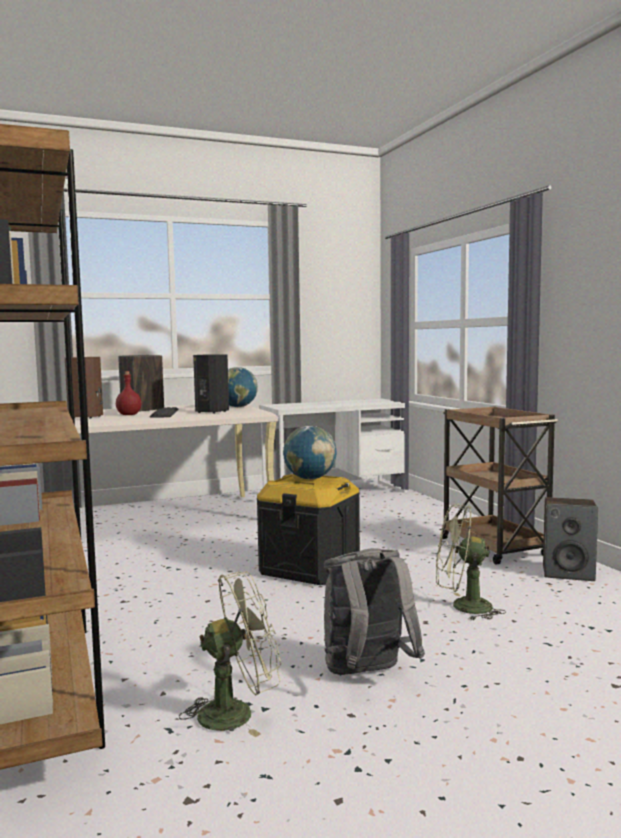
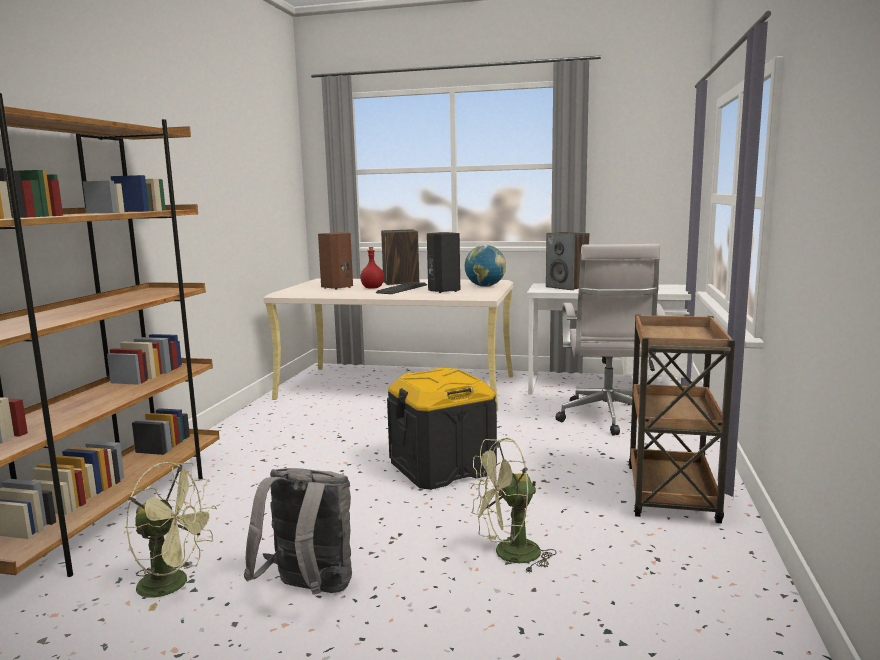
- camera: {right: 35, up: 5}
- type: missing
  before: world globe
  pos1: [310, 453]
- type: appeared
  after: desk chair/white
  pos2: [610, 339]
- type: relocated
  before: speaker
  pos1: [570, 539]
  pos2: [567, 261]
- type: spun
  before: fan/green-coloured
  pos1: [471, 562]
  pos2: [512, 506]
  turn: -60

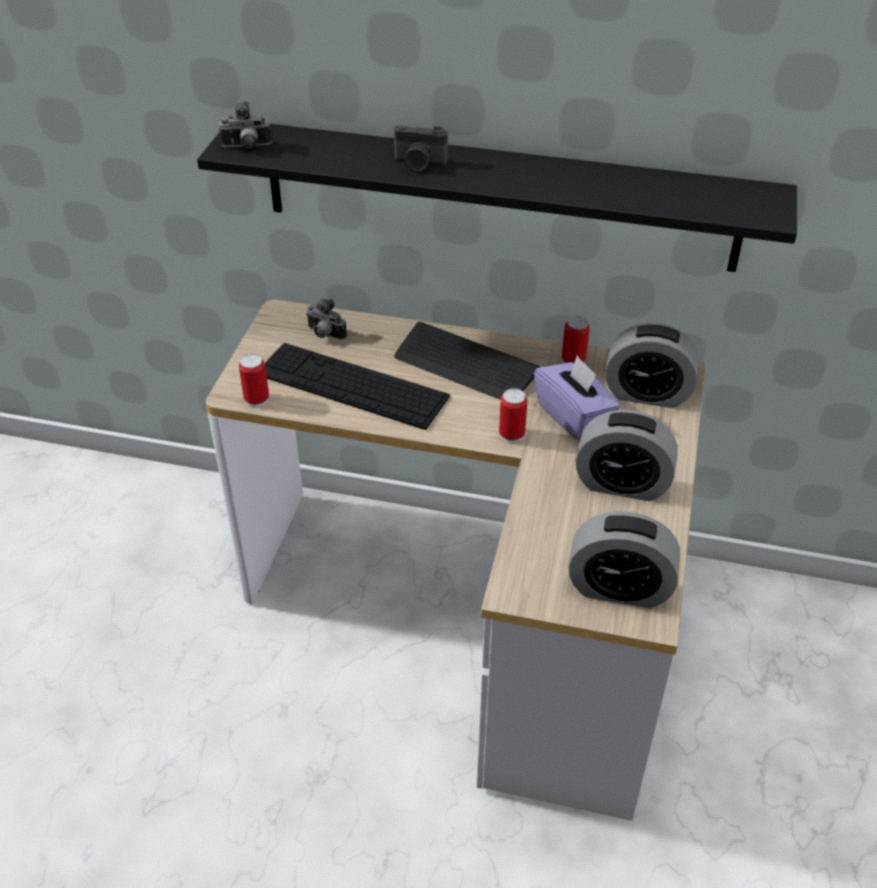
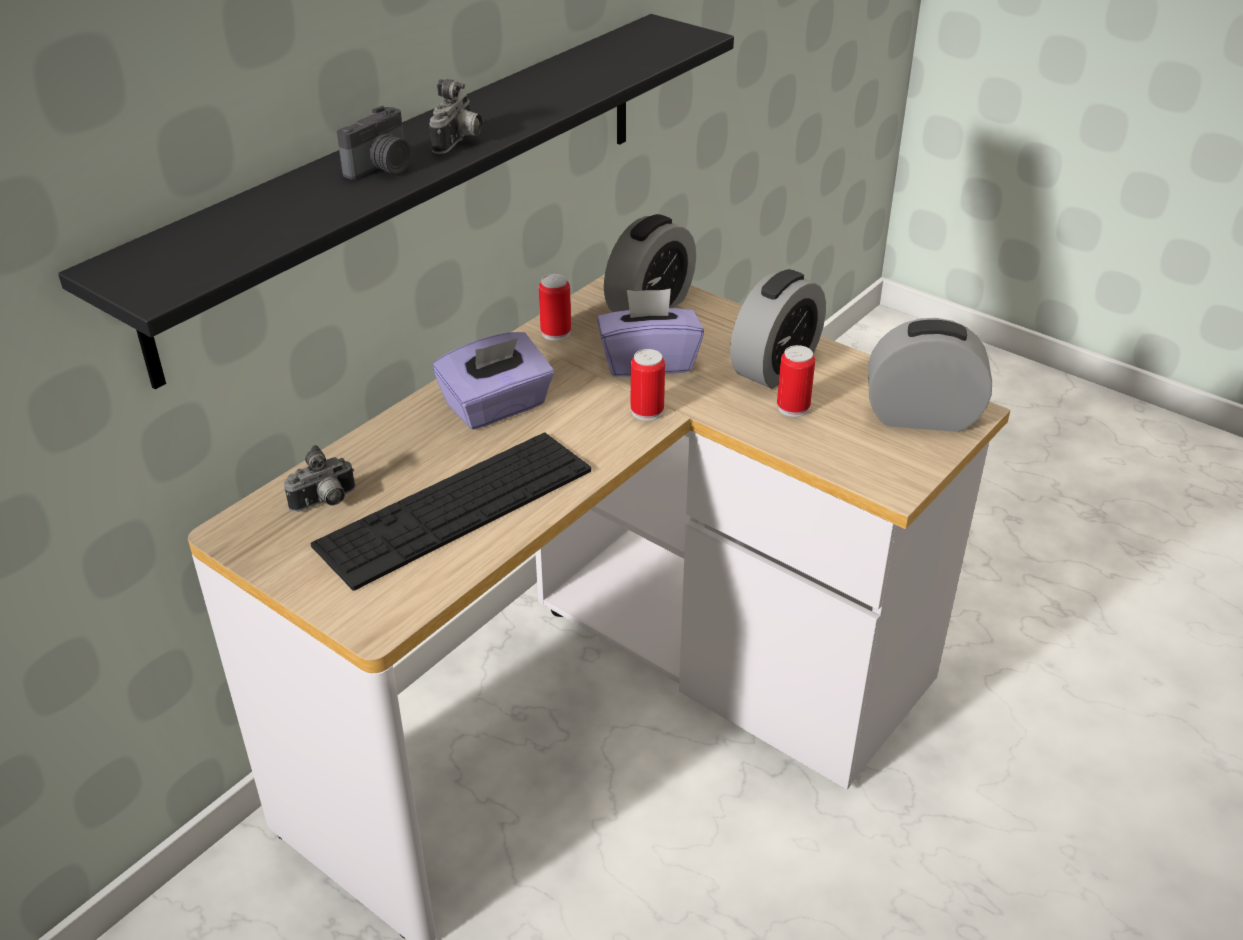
- camera: {right: -65, up: -5}
- type: relocated
  before: still camera
  pos1: [245, 124]
  pos2: [455, 116]
- type: relocated
  before: sealed can
  pos1: [254, 380]
  pos2: [796, 381]
- type: exchanged
  before: keyboard
  after: tissue holder/purple
  pos1: [467, 361]
  pos2: [493, 381]
- type: spun
  before: bedside clock
  pos1: [624, 559]
  pos2: [930, 375]
  turn: -120

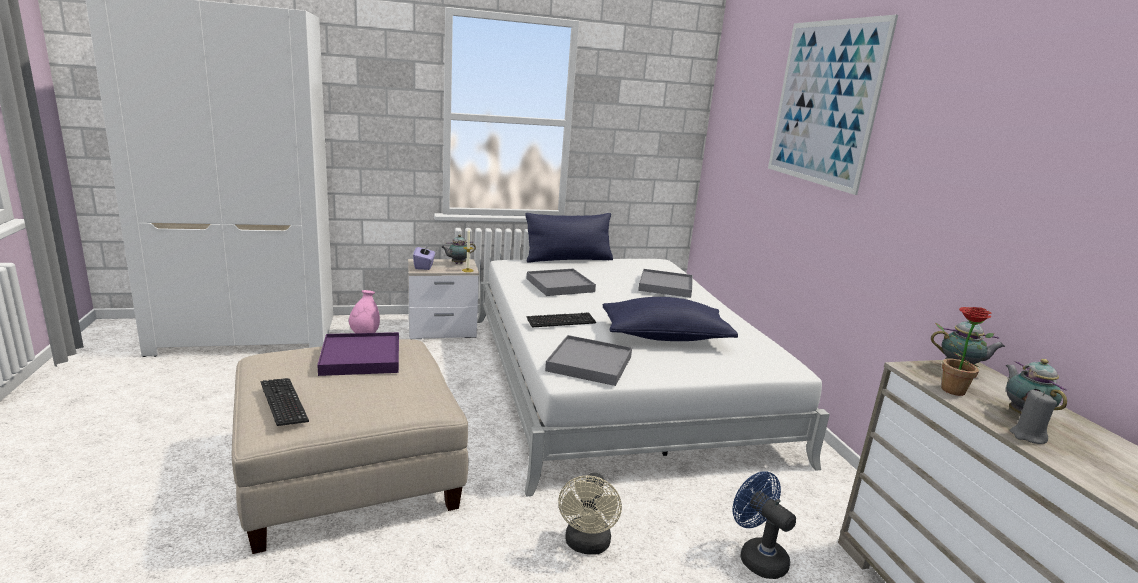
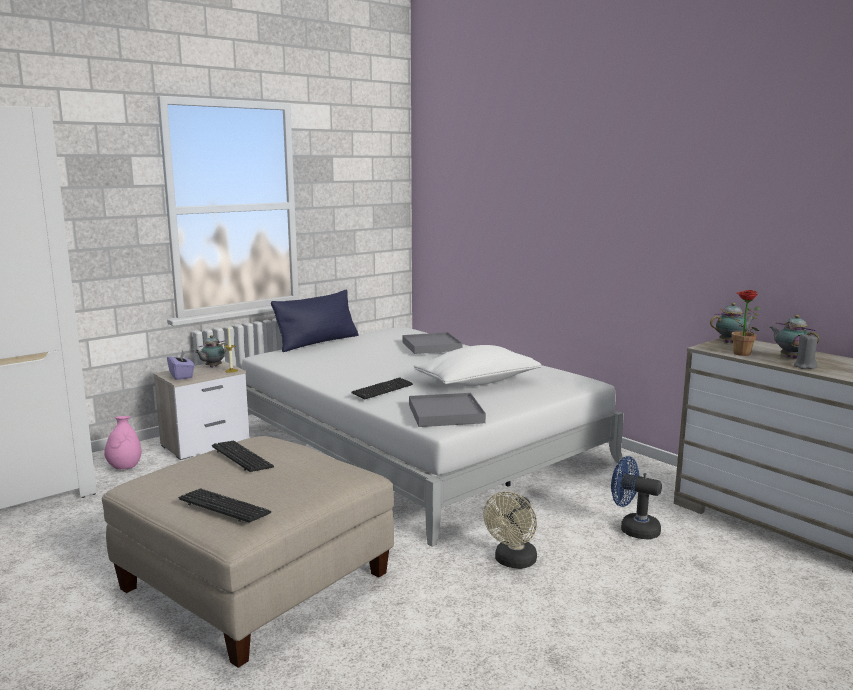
- camera: {right: -25, up: -5}
- type: missing
  before: carrying tray/greyish
  pos1: [561, 282]
- type: missing
  before: wall picture
  pos1: [833, 105]
- type: exchanged
  before: carrying tray/purple
  after: keyboard
  pos1: [358, 354]
  pos2: [243, 456]
- type: colour
  before: throw pillow/bluish
  after: throw pillow/white
  pos1: [670, 319]
  pos2: [477, 365]
- type: spun
  before: fan/beige-coloured
  pos1: [590, 513]
  pos2: [510, 530]
  turn: 45

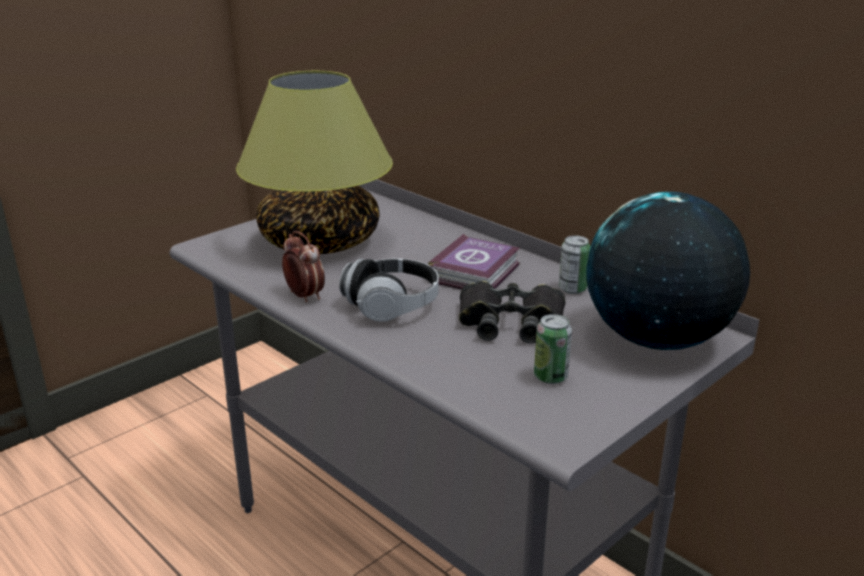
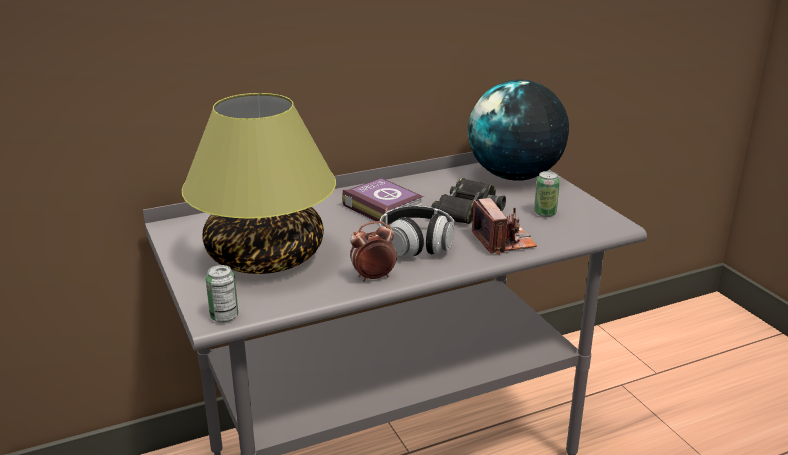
- camera: {right: -70, up: 0}
- type: appeared
  after: still camera
  pos2: [504, 226]
- type: relocated
  before: sealed can
  pos1: [575, 264]
  pos2: [222, 294]

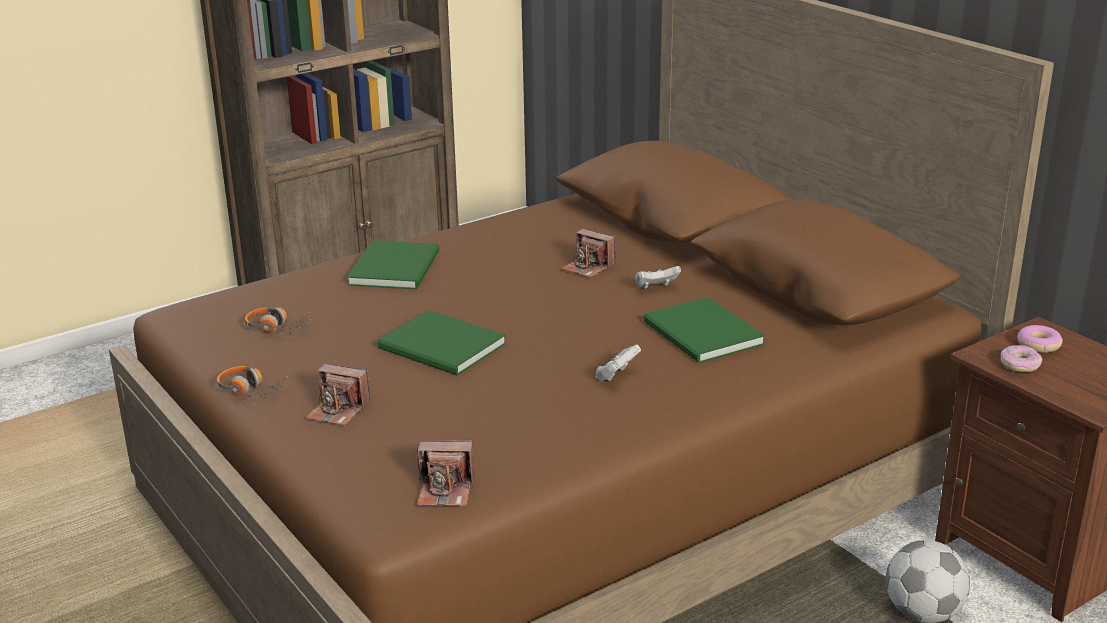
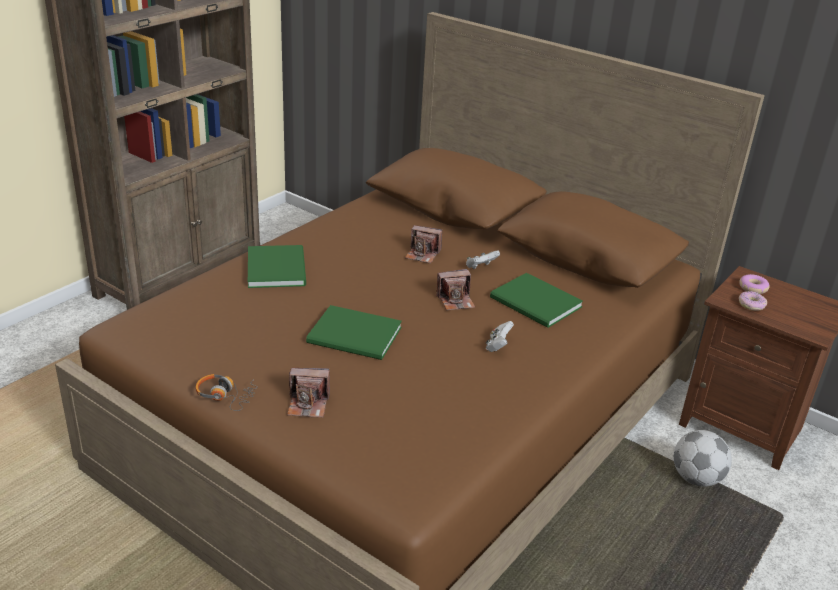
- camera: {right: -20, up: 5}
- type: missing
  before: headset
  pos1: [279, 322]
- type: relocated
  before: still camera
  pos1: [446, 473]
  pos2: [455, 289]

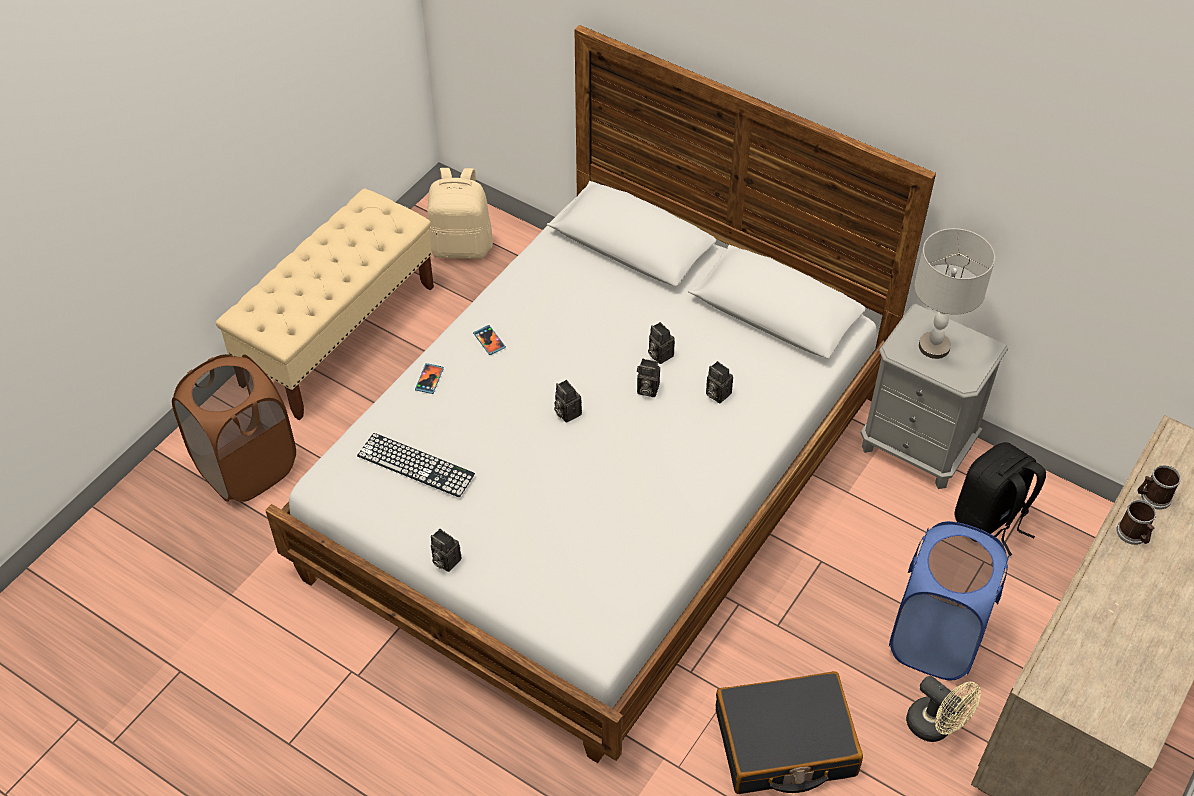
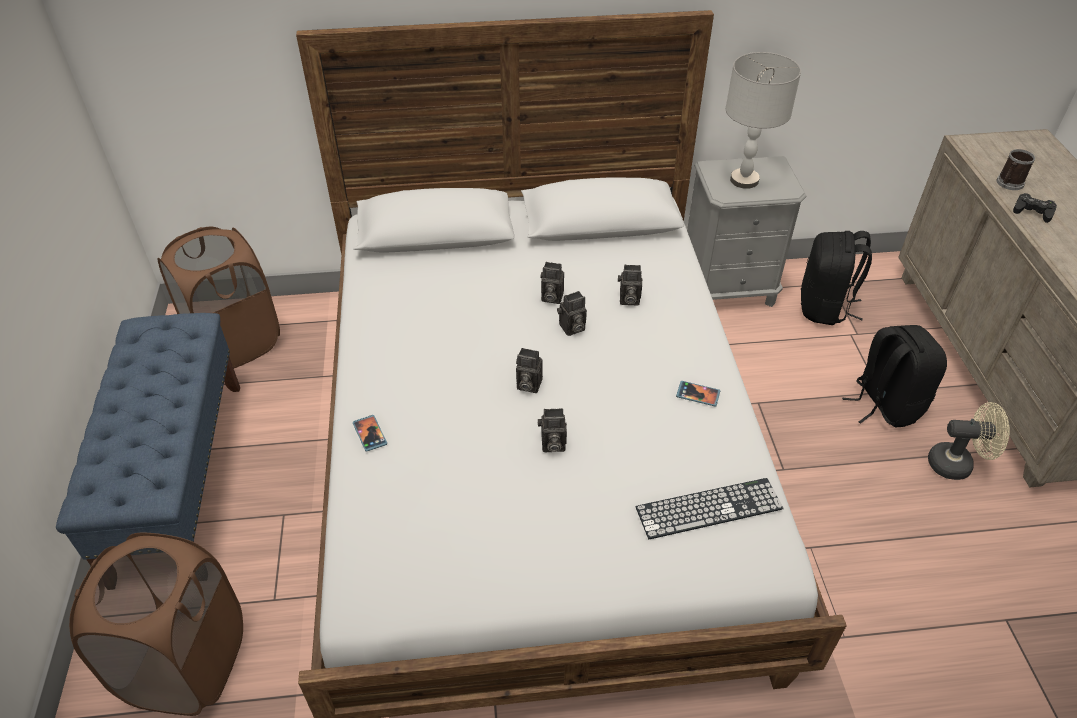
- camera: {right: -40, up: -5}
- type: missing
  before: suitcase/black-coloured
  pos1: [789, 732]
- type: relocated
  before: keyboard
  pos1: [416, 465]
  pos2: [710, 508]
- type: relocated
  before: still camera
  pos1: [446, 550]
  pos2: [552, 430]
- type: relocated
  before: handset
  pos1: [489, 340]
  pos2: [698, 393]
- type: exchanged
  before: knapsack/beige-coloured
  after: hamper/brown-coloured
  pos1: [460, 213]
  pos2: [219, 297]
- type: exchanged
  before: hamper/bluish
  after: knapsack/black-coloured
  pos1: [949, 600]
  pos2: [894, 376]
- type: exchanged
  before: coffee mug
  after: joypad/black-coloured
  pos1: [1136, 522]
  pos2: [1035, 208]
- type: colour
  before: bench/beige-coloured
  after: bench/bluish
  pos1: [325, 304]
  pos2: [148, 439]

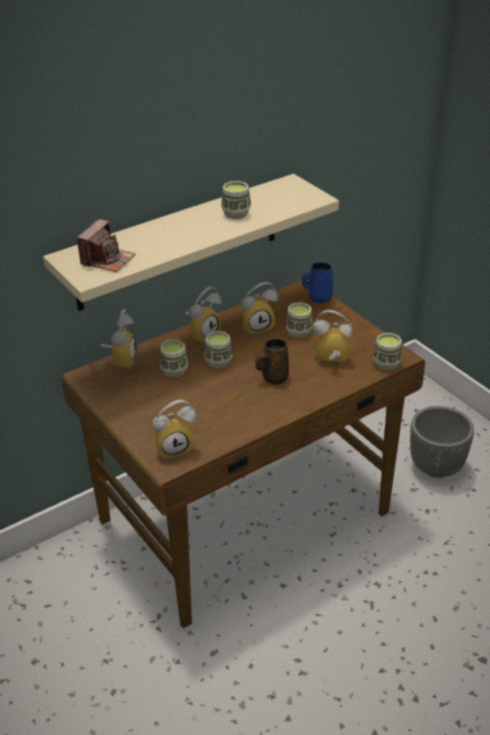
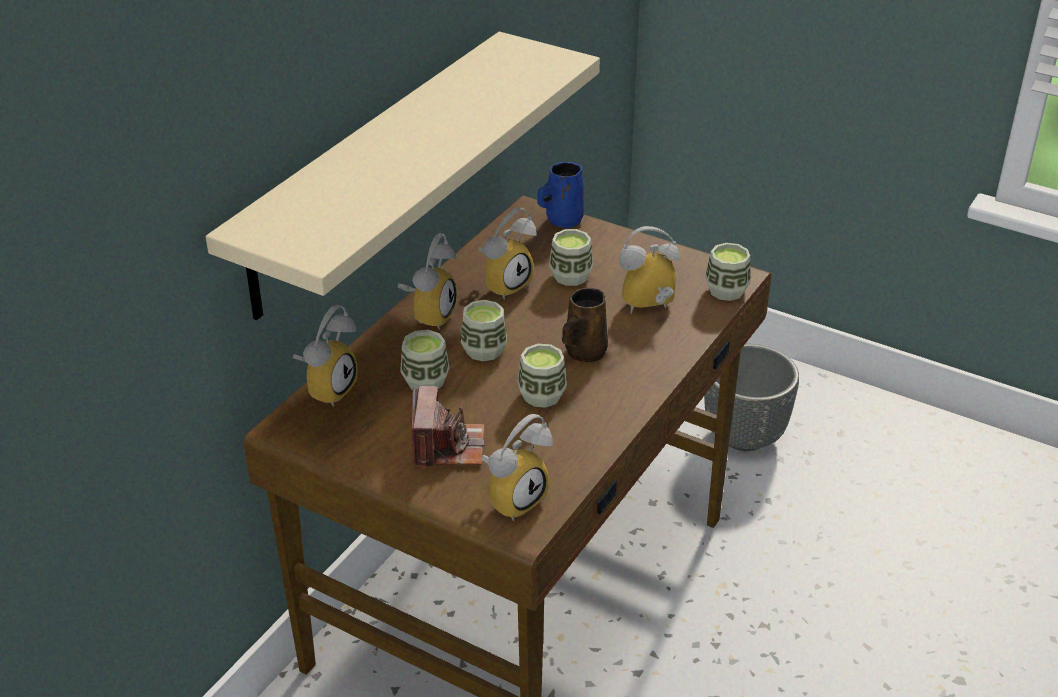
- camera: {right: -25, up: 0}
- type: relocated
  before: still camera
  pos1: [106, 245]
  pos2: [448, 427]
- type: relocated
  before: cup
  pos1: [236, 200]
  pos2: [542, 376]
- type: spun
  before: bedside clock
  pos1: [118, 339]
  pos2: [325, 356]
  turn: 45

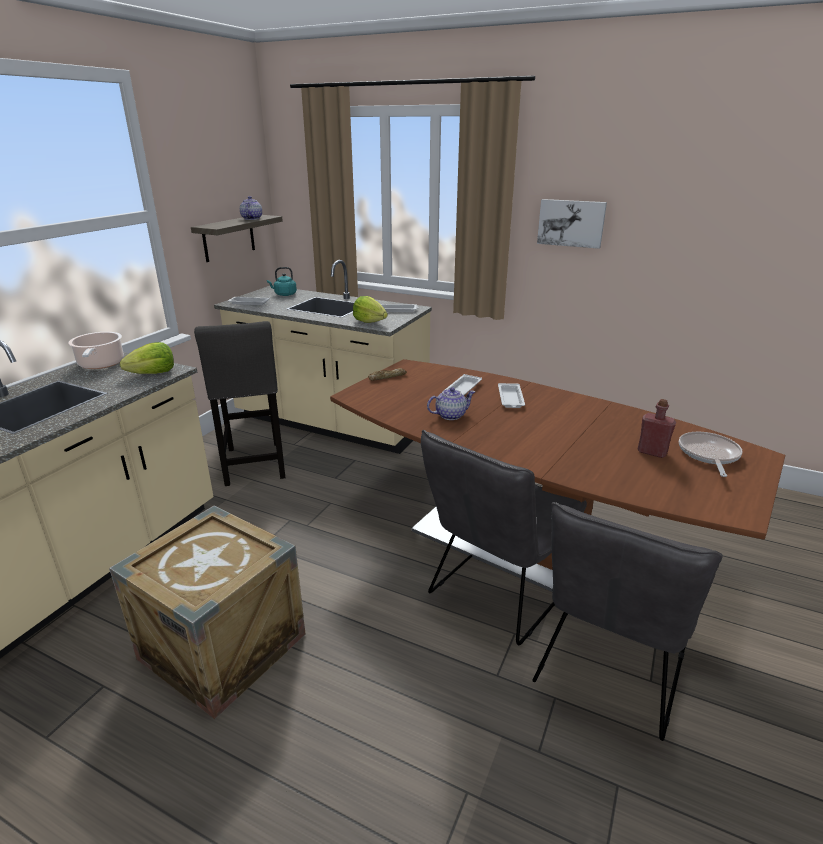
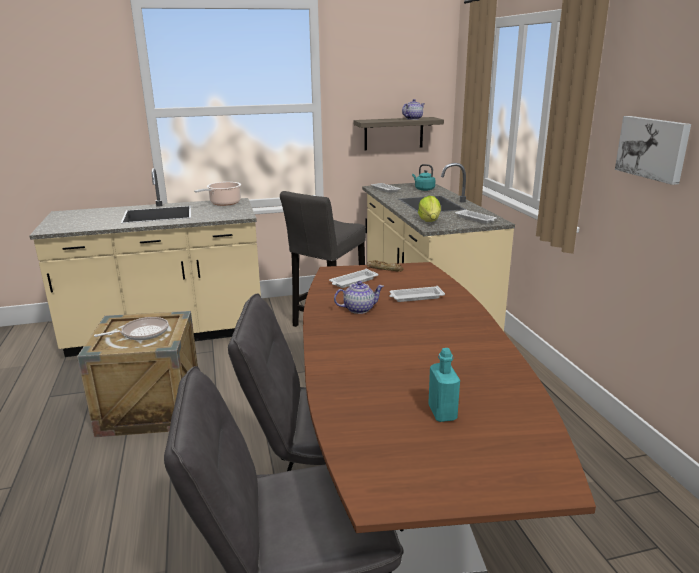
- camera: {right: 50, up: -5}
- type: missing
  before: lettuce head
  pos1: [147, 358]
- type: relocated
  before: carrying tray/white
  pos1: [511, 395]
  pos2: [354, 278]
- type: relocated
  before: skillet
  pos1: [711, 454]
  pos2: [131, 328]
- type: colour
  before: beverage bottle/red-coloured
  after: beverage bottle/turquoise
  pos1: [657, 428]
  pos2: [444, 385]
- type: spun
  before: pot for tea
  pos1: [451, 403]
  pos2: [359, 297]
  turn: -45

